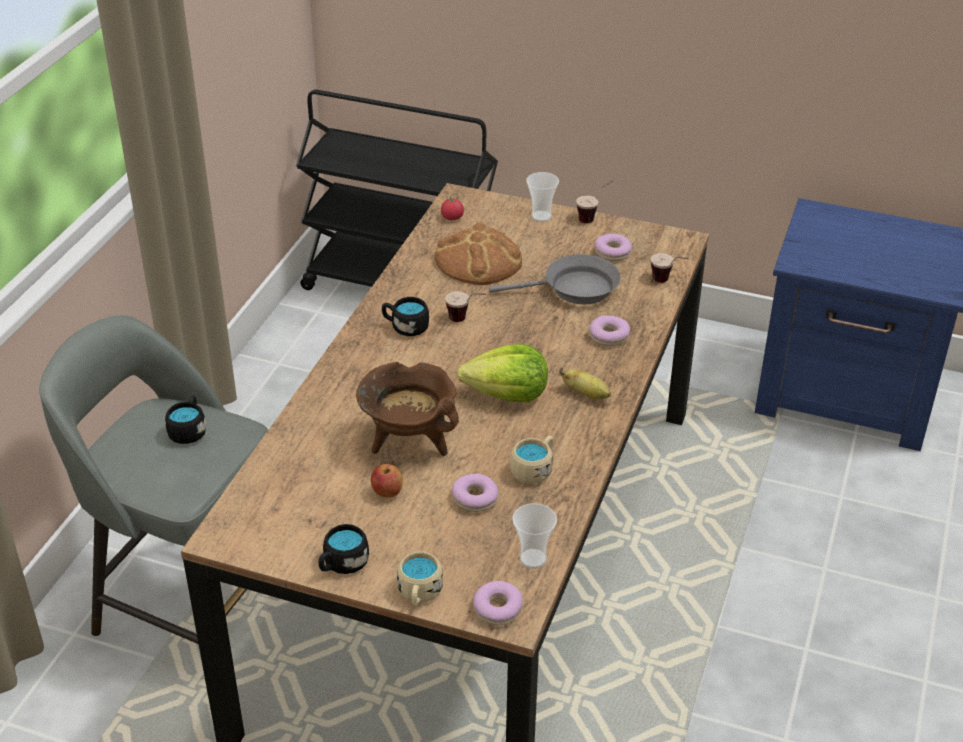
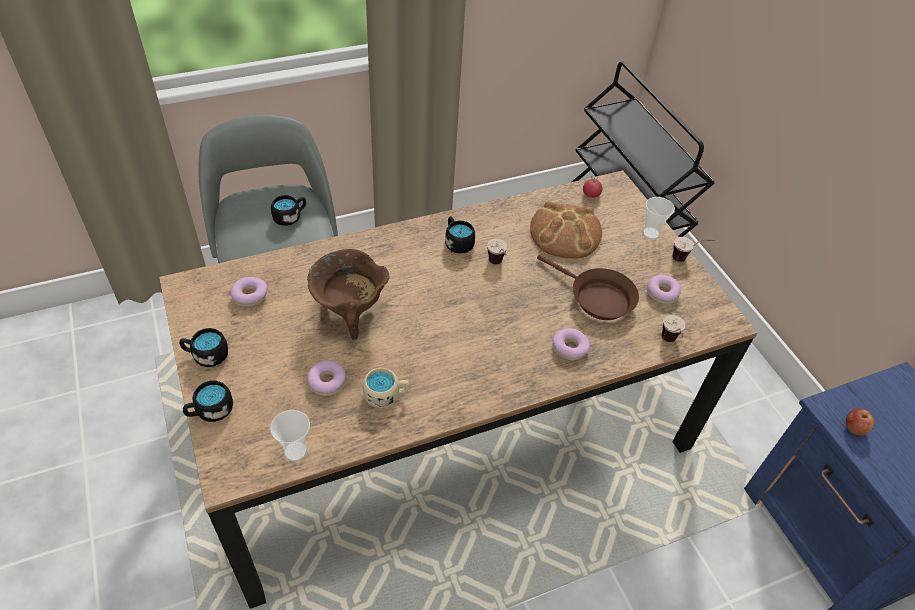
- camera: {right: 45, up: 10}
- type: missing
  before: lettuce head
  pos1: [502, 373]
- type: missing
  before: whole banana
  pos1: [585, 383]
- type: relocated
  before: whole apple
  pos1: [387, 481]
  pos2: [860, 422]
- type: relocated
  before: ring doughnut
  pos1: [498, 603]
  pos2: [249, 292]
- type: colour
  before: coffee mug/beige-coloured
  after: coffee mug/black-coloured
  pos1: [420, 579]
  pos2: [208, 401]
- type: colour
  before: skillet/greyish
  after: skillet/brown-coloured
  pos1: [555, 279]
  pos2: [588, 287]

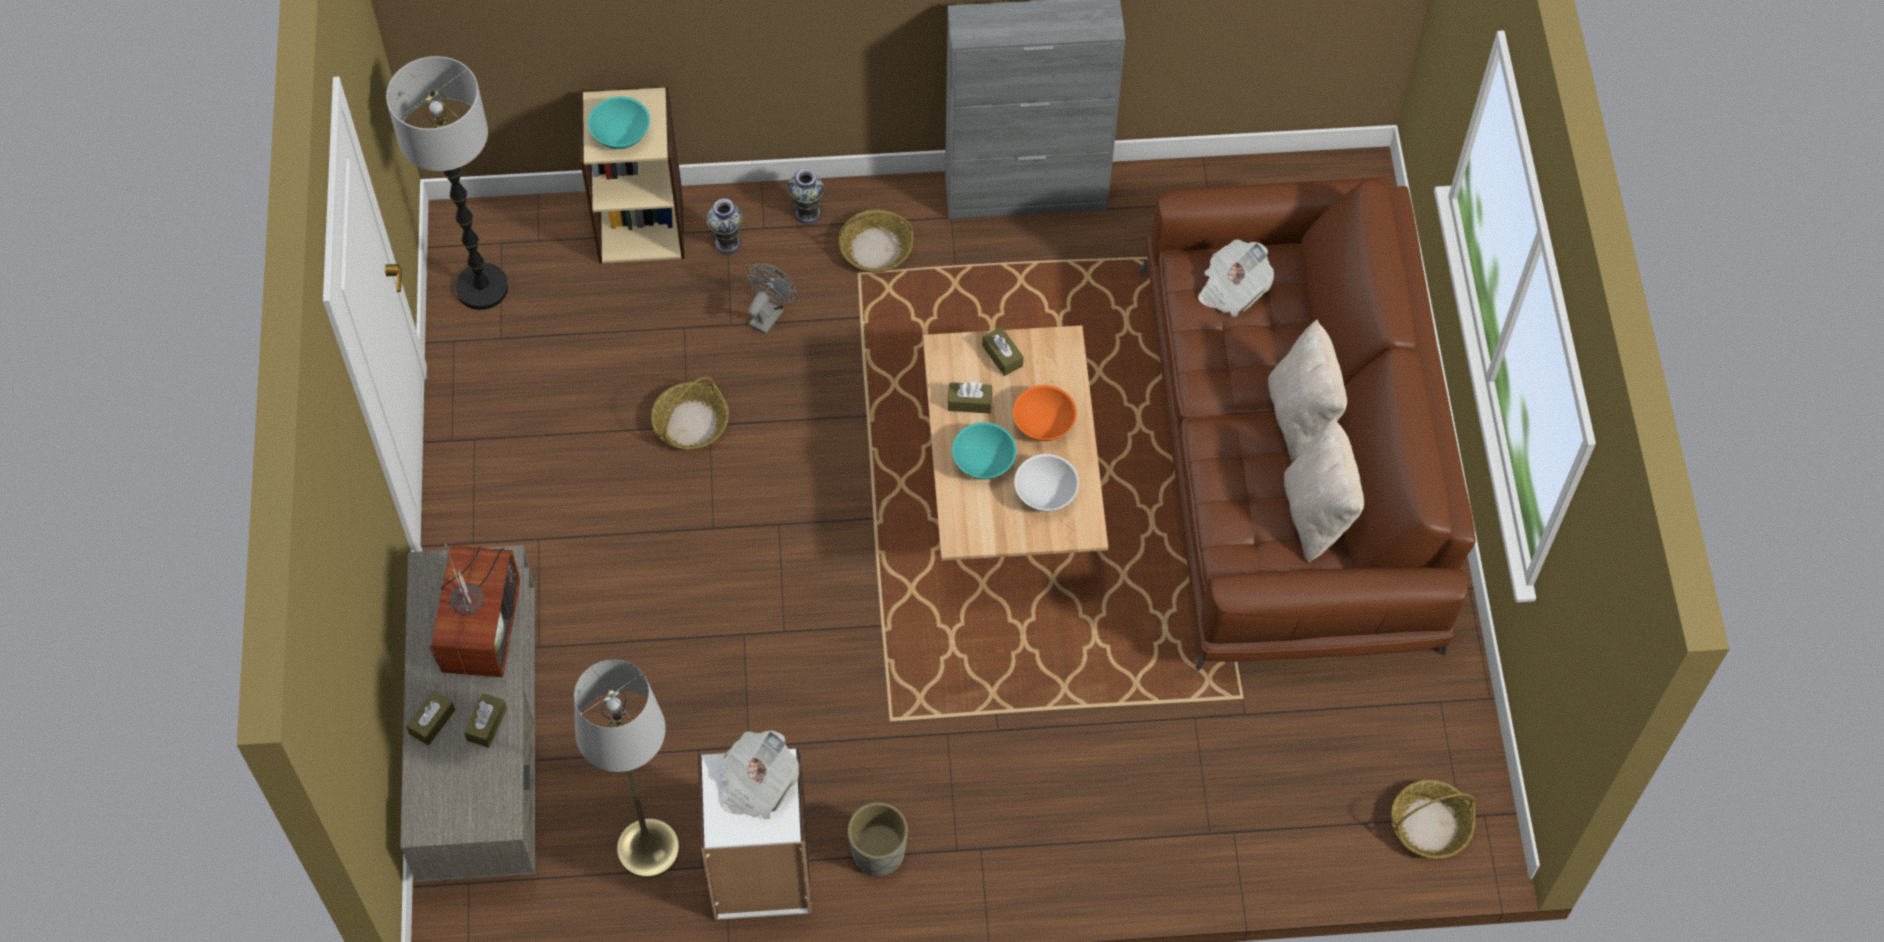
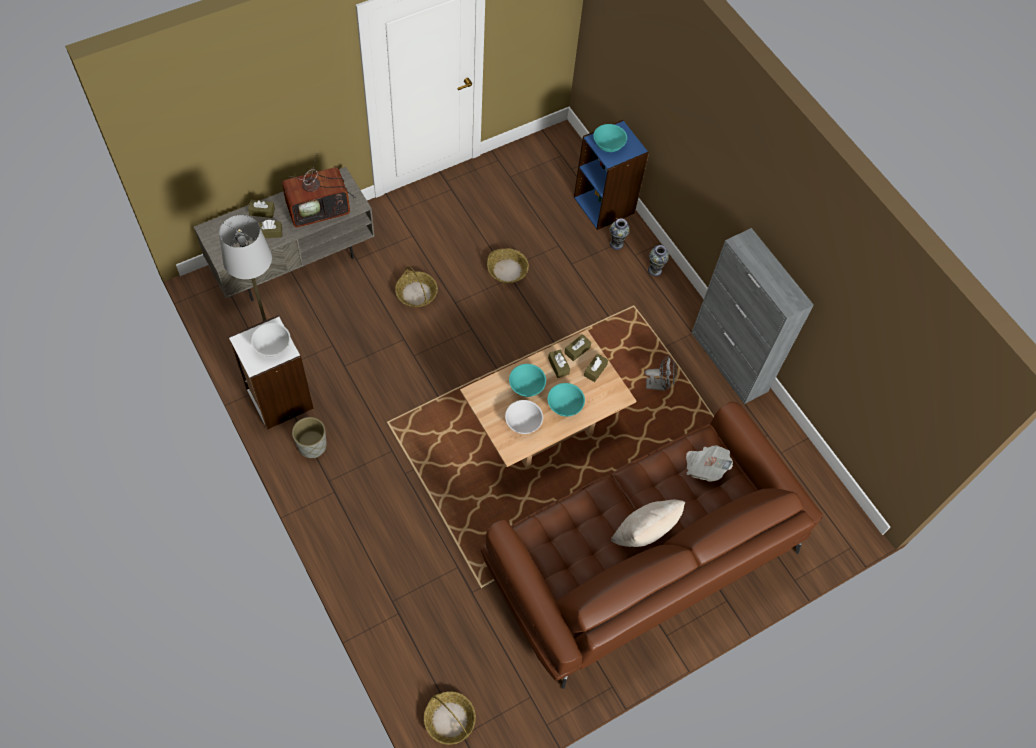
- camera: {right: 60, up: 0}
- type: missing
  before: standing lamp
  pos1: [447, 183]
- type: missing
  before: throw pillow/beige-coloured
  pos1: [1324, 490]
- type: appeared
  after: tissue holder/brown-coloured
  pos2: [577, 347]
- type: relocated
  before: fan/greyish
  pos1: [772, 299]
  pos2: [661, 373]
- type: relocated
  before: storage basket
  pos1: [875, 241]
  pos2: [416, 286]
- type: exchanged
  before: daily paper
  after: bowl/white
  pos1: [760, 774]
  pos2: [270, 340]
- type: colour
  before: bookshelf/beige-coloured
  after: bookshelf/bluish
  pos1: [632, 175]
  pos2: [611, 175]
- type: colour
  before: bowl/orangey
  after: bowl/turquoise
  pos1: [1045, 413]
  pos2: [566, 400]

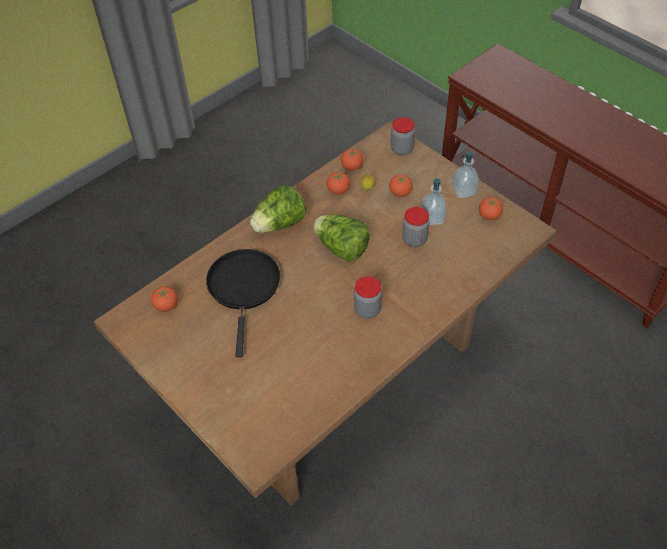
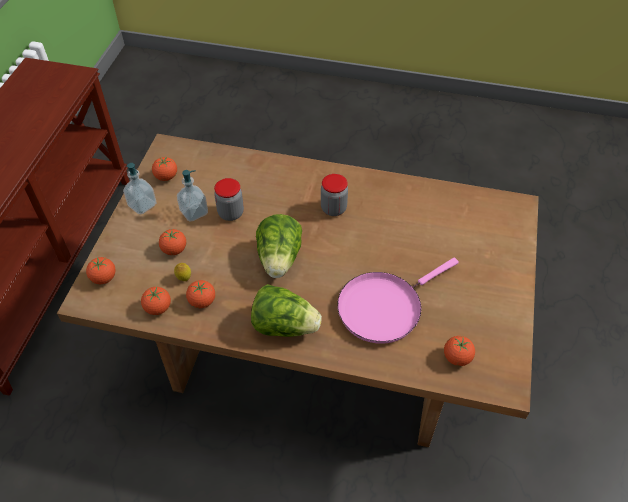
- camera: {right: -125, up: 0}
- type: exchanged
  before: storage jar
  after: fresh tomato
  pos1: [403, 136]
  pos2: [101, 270]
- type: colour
  before: skillet/black-coloured
  after: skillet/pinkish
  pos1: [243, 303]
  pos2: [398, 301]

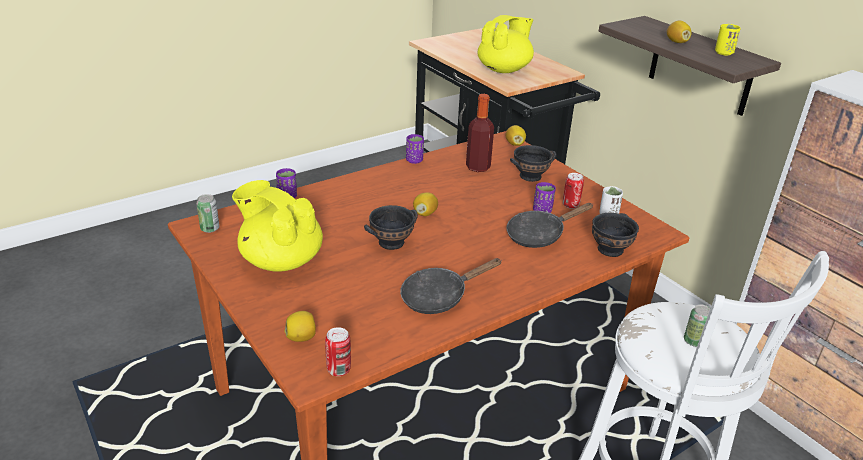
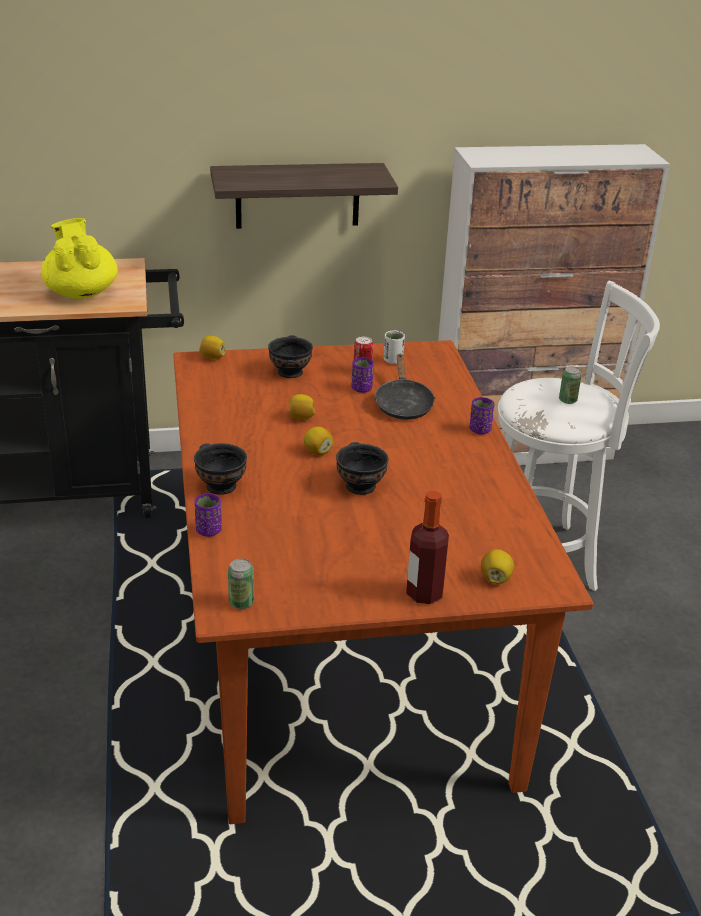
- camera: {right: -65, up: 0}
- type: missing
  before: pot for tea/yellow
  pos1: [277, 226]
- type: missing
  before: sealed can
  pos1: [338, 351]
- type: missing
  before: skillet/black-coloured
  pos1: [451, 286]
- type: missing
  before: cup/yellow
  pos1: [728, 39]
- type: relocated
  before: cup/purple
  pos1: [415, 149]
  pos2: [482, 415]
- type: relocated
  before: beverage bottle
  pos1: [480, 133]
  pos2: [427, 547]
- type: relocated
  before: bowl/black-coloured
  pos1: [615, 235]
  pos2: [220, 469]
- type: relocated
  before: citrus fruit
  pos1: [679, 32]
  pos2: [302, 407]

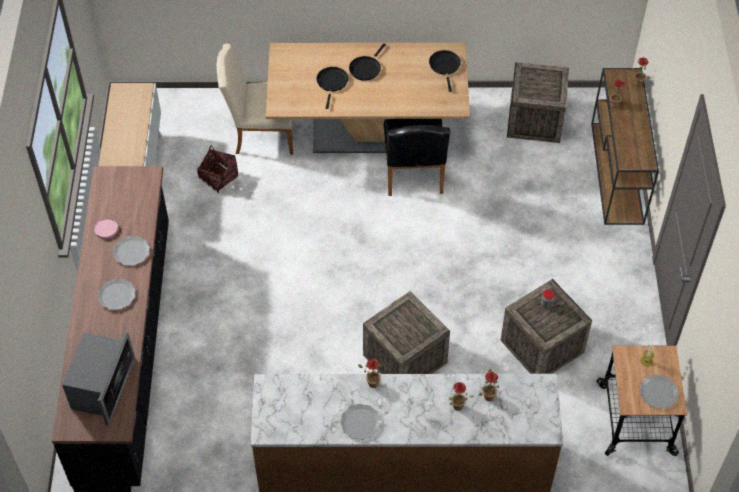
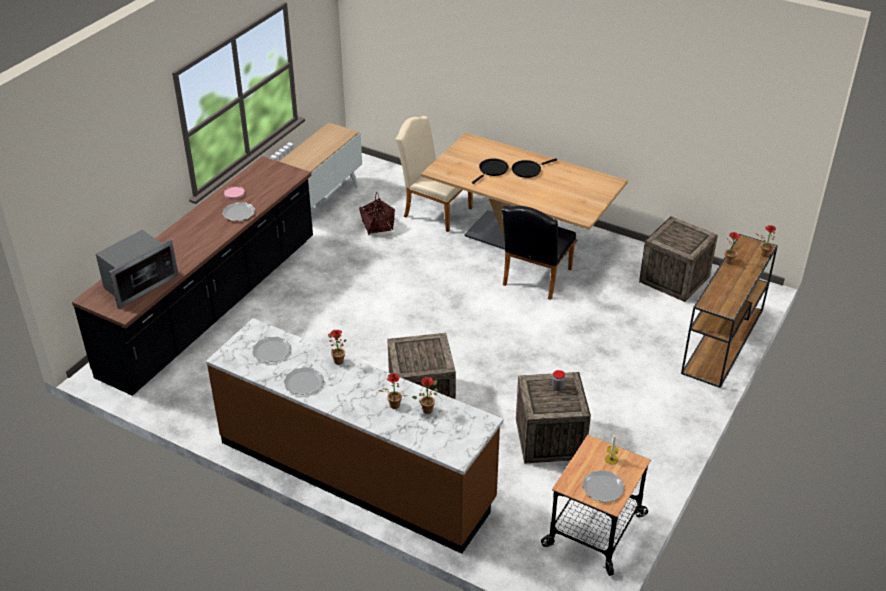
- camera: {right: 30, up: -15}
- type: missing
  before: skillet/black-coloured
  pos1: [445, 71]
- type: relocated
  before: dinner plate
  pos1: [116, 294]
  pos2: [271, 349]

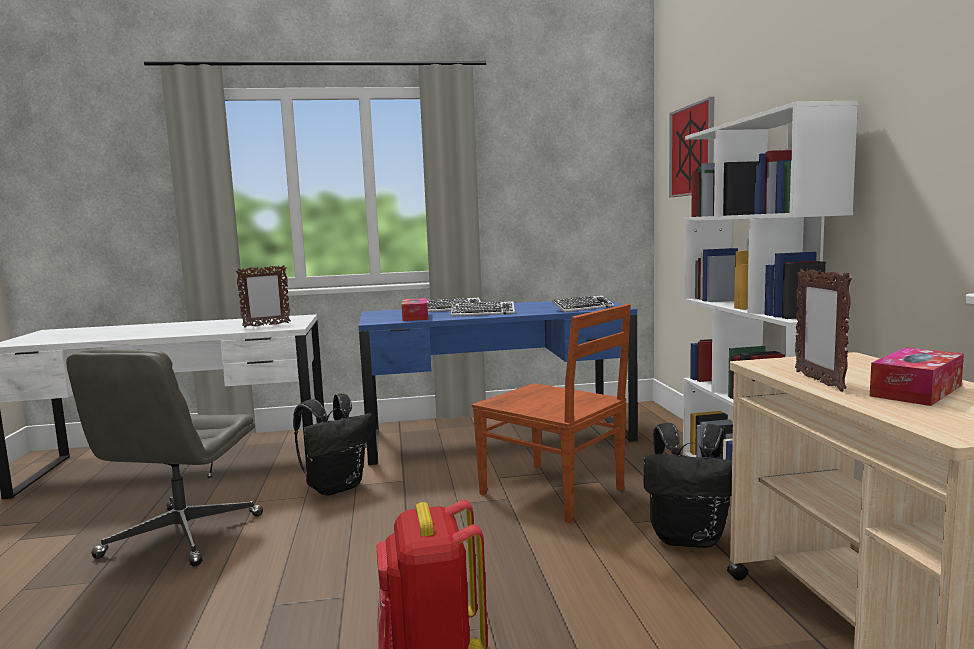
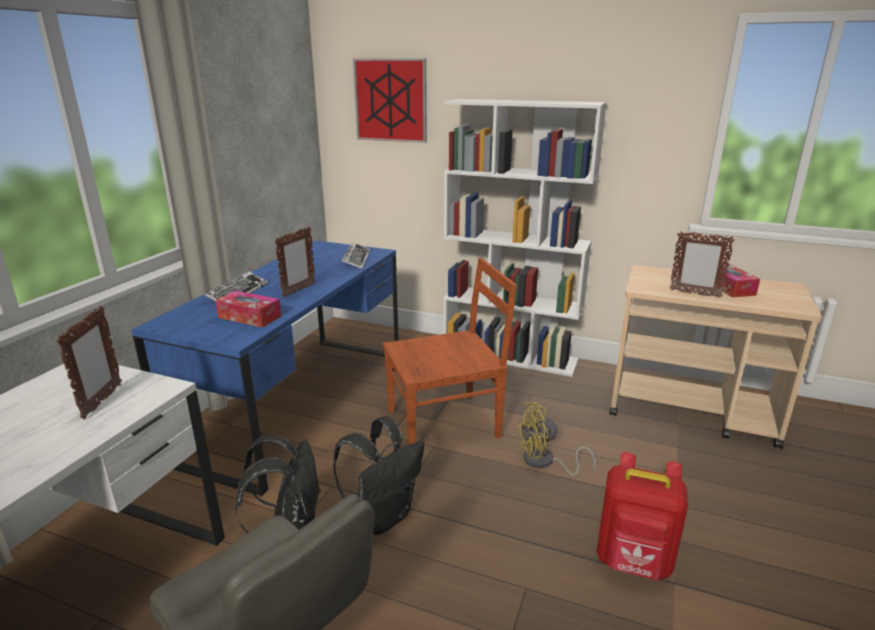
- camera: {right: -60, up: 15}
- type: appeared
  after: fan/yellow
  pos2: [556, 439]
- type: relocated
  before: knapsack/black-coloured
  pos1: [688, 485]
  pos2: [378, 475]
- type: exchanged
  before: keyboard
  after: standing frame
  pos1: [483, 308]
  pos2: [295, 262]

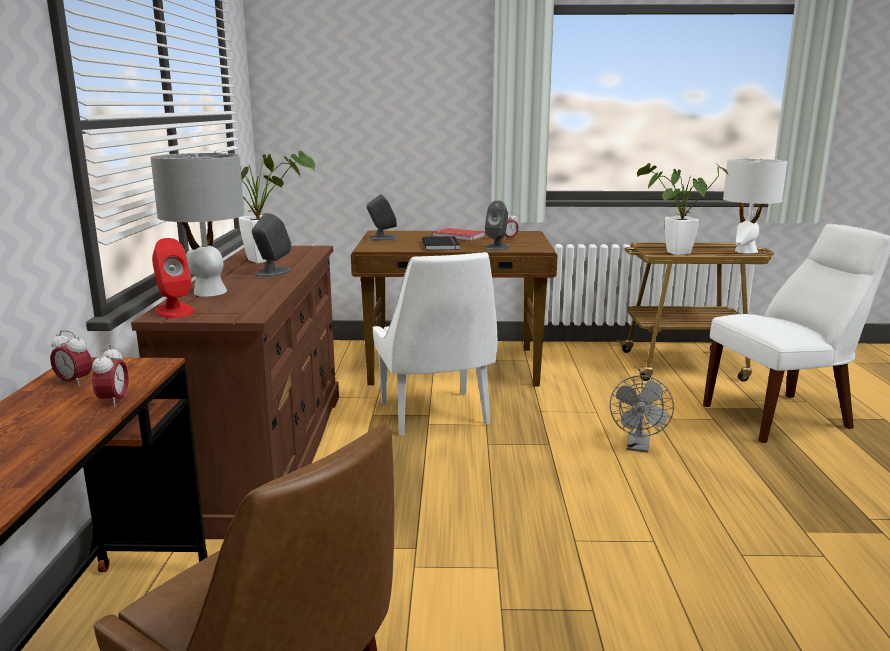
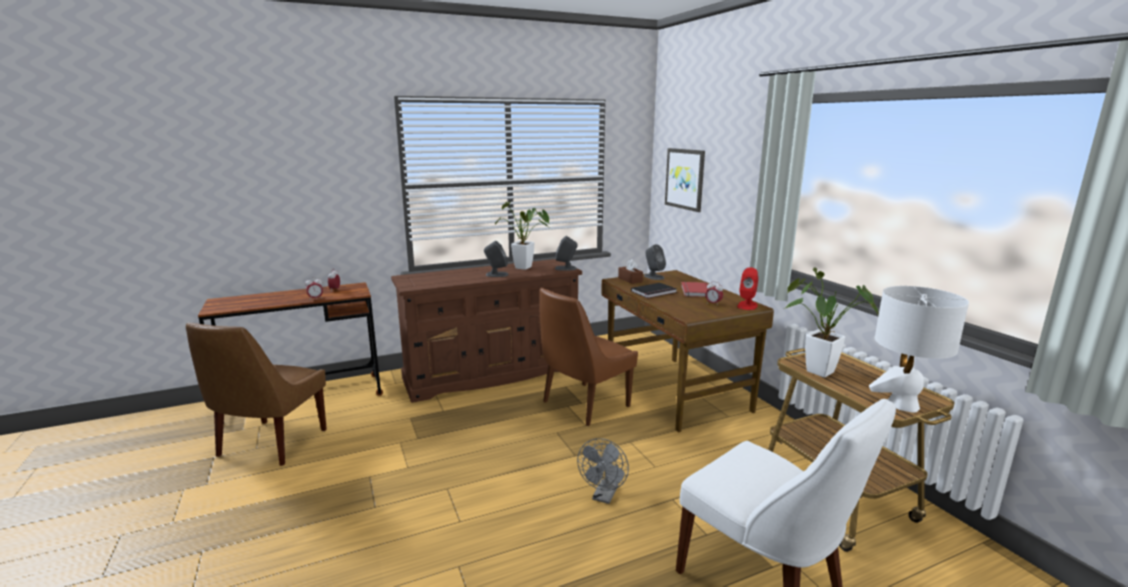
- camera: {right: 65, up: 0}
- type: missing
  before: tabletop lamp/greyish
  pos1: [197, 225]
- type: appeared
  after: tissue holder/brown-coloured
  pos2: [630, 271]
- type: appeared
  after: wall picture
  pos2: [685, 180]
- type: relocated
  before: speaker/red-coloured
  pos1: [173, 278]
  pos2: [747, 288]
- type: relocated
  before: speaker/greyish
  pos1: [497, 225]
  pos2: [566, 253]
- type: colour
  before: chair/white
  after: chair/brown-coloured
  pos1: [435, 344]
  pos2: [588, 357]
- type: spun
  before: fan/greyish
  pos1: [642, 414]
  pos2: [603, 471]
  turn: -60

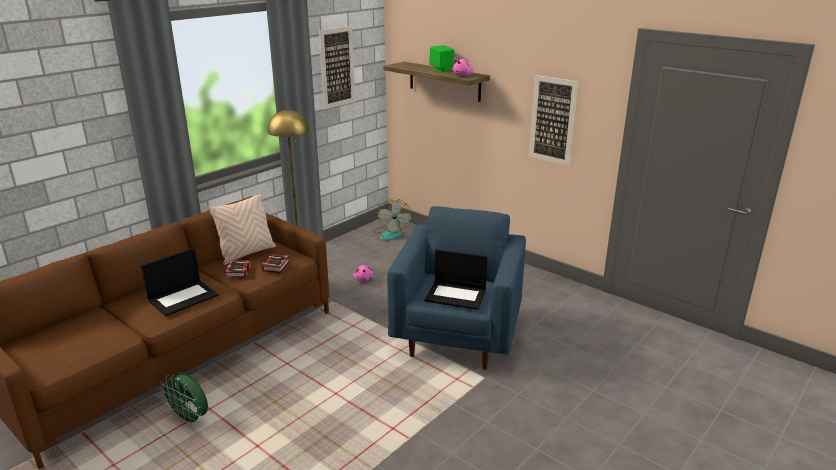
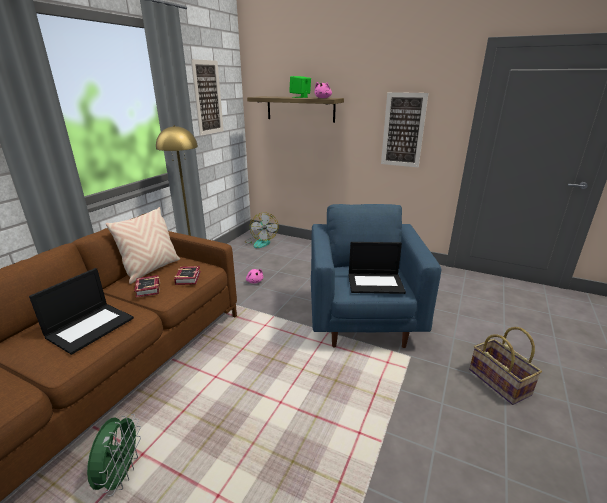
- camera: {right: -15, up: 0}
- type: appeared
  after: storage basket
  pos2: [505, 366]
- type: spun
  before: fan/green-coloured
  pos1: [183, 399]
  pos2: [114, 455]
  turn: -105

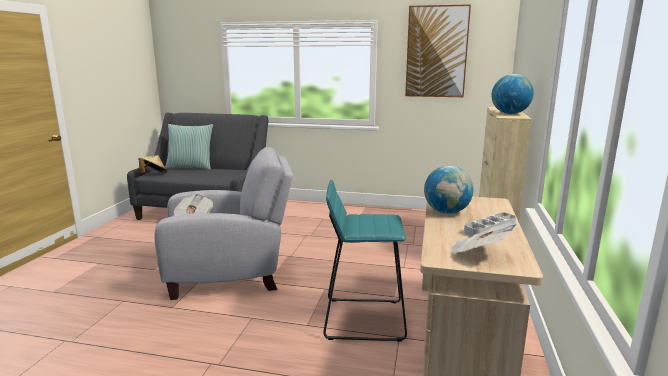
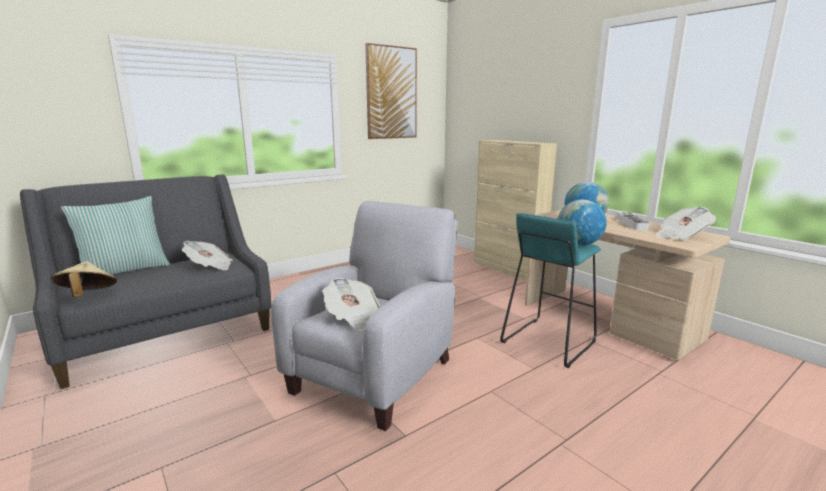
- camera: {right: -50, up: 0}
- type: appeared
  after: daily paper
  pos2: [207, 255]
- type: relocated
  before: world globe
  pos1: [512, 94]
  pos2: [582, 223]

